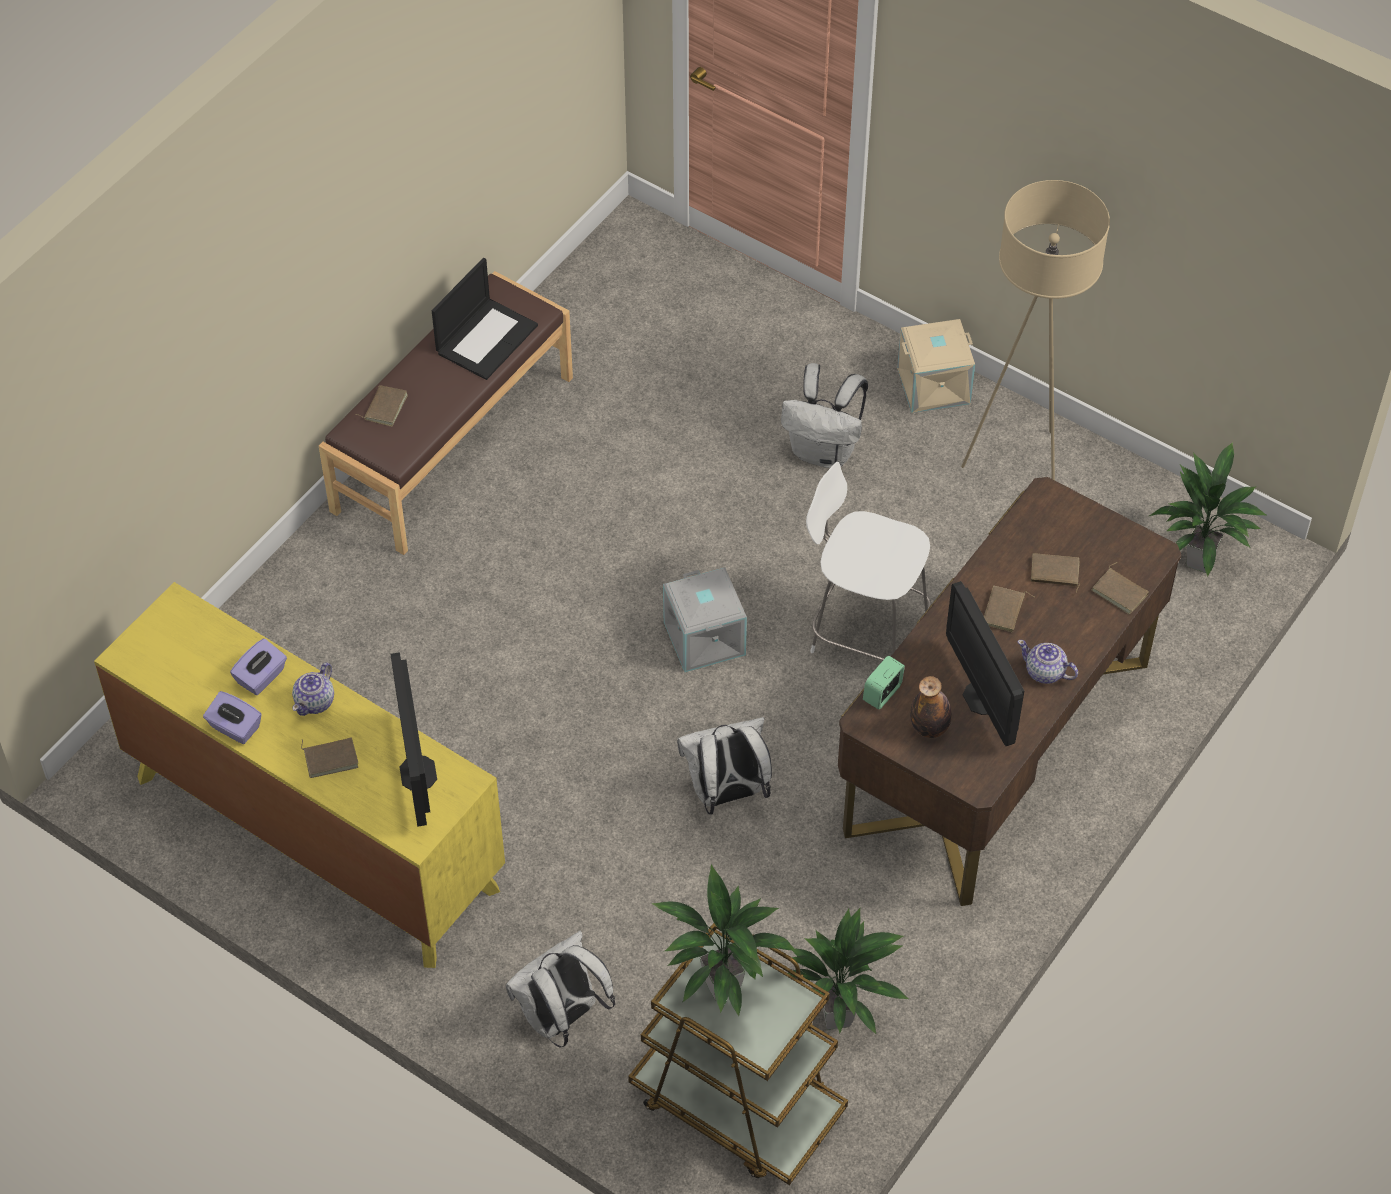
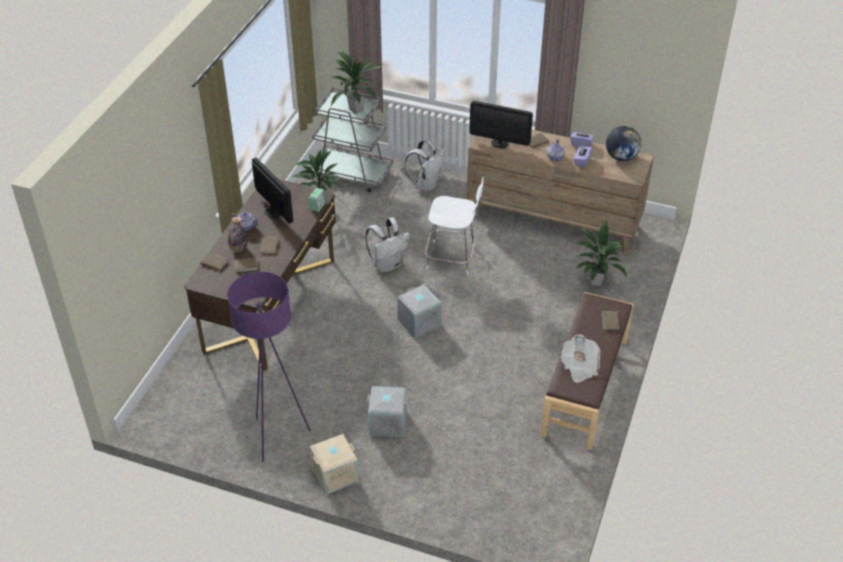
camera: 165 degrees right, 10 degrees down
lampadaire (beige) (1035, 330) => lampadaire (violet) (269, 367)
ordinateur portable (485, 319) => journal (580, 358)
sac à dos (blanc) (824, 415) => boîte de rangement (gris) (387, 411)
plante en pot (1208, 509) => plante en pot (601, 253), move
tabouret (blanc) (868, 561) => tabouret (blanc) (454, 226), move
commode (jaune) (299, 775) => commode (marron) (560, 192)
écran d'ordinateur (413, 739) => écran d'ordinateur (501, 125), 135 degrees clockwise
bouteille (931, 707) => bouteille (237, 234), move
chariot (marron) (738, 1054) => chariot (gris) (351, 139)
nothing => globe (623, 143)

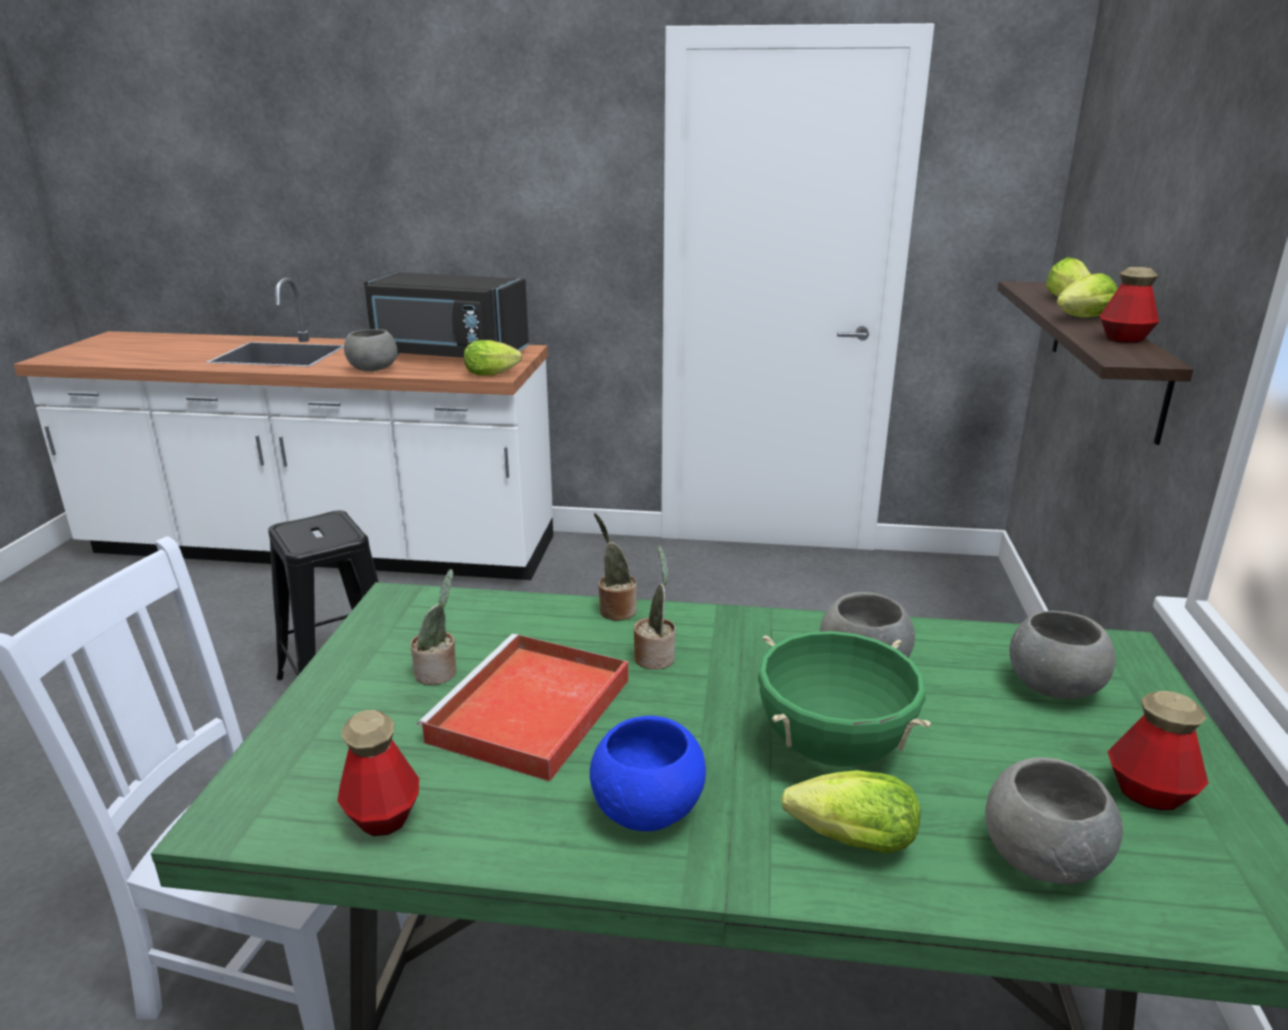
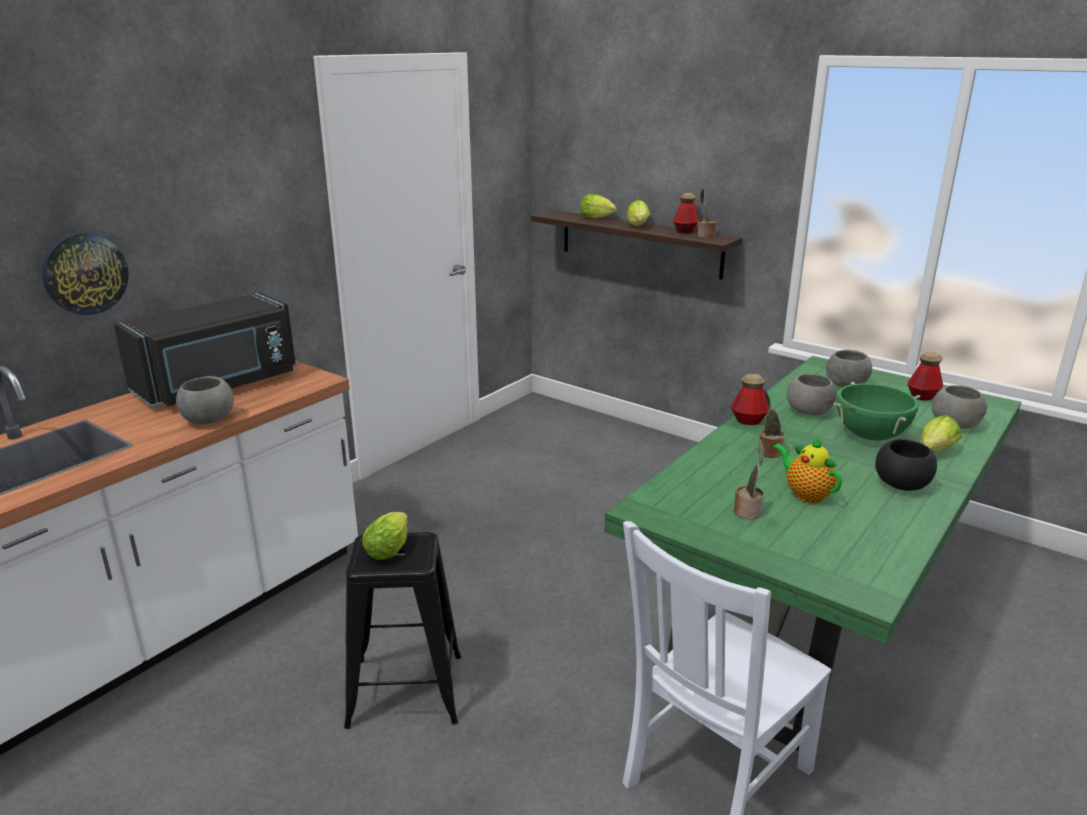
camera: 60 degrees left, 0 degrees up
laitue (493, 358) => laitue (385, 536), move
plante en pot (615, 567) => plante en pot (707, 213), move
plateau (rouge) (522, 707) => théière (807, 469)
bouteille (378, 773) => bouteille (750, 399), move
bol (bleu) (648, 773) => bol (noir) (906, 465)
nothing => horloge murale (85, 274)

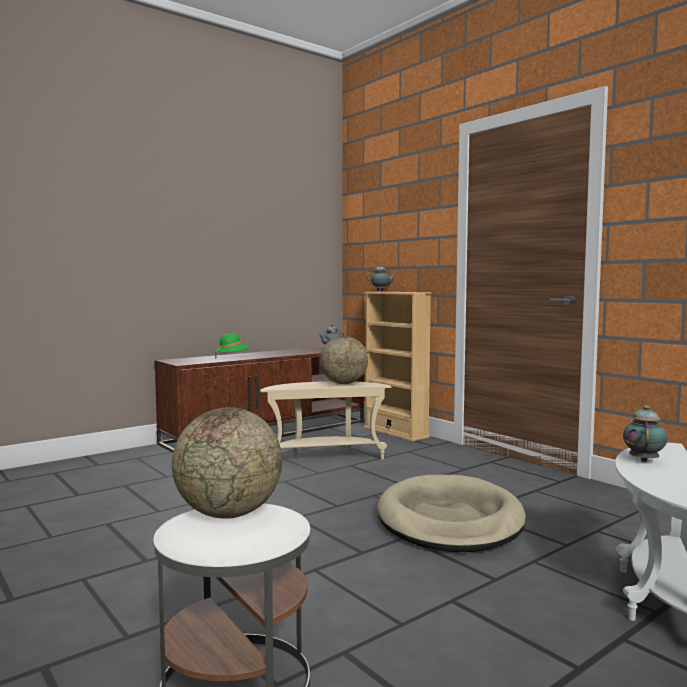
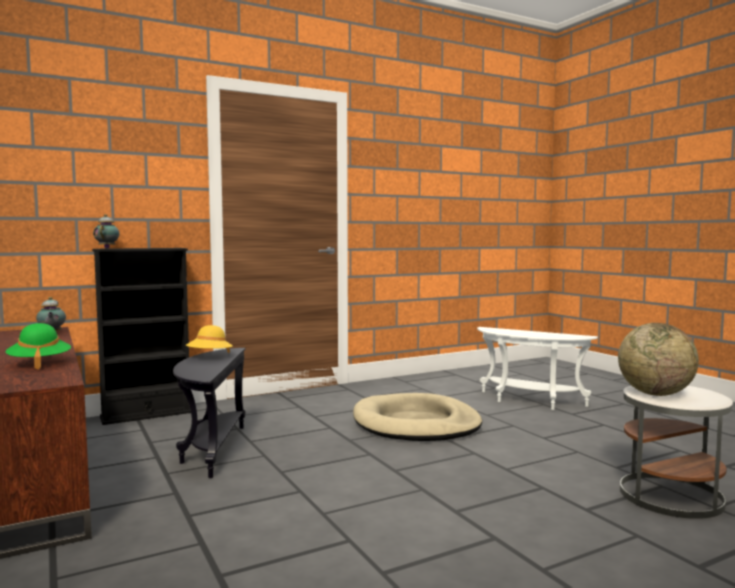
camera: 80 degrees left, 0 degrees up
bibliothèque (beige) (398, 367) => bibliothèque (noir) (141, 336)
globe (344, 360) => chapeau (jaune) (209, 339)
table d'appoint (beige) (326, 420) => table d'appoint (noir) (209, 413)
théière (645, 433) => nothing

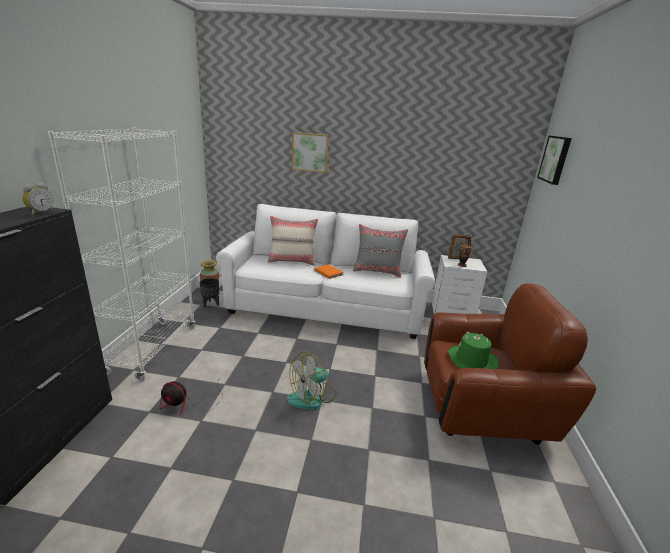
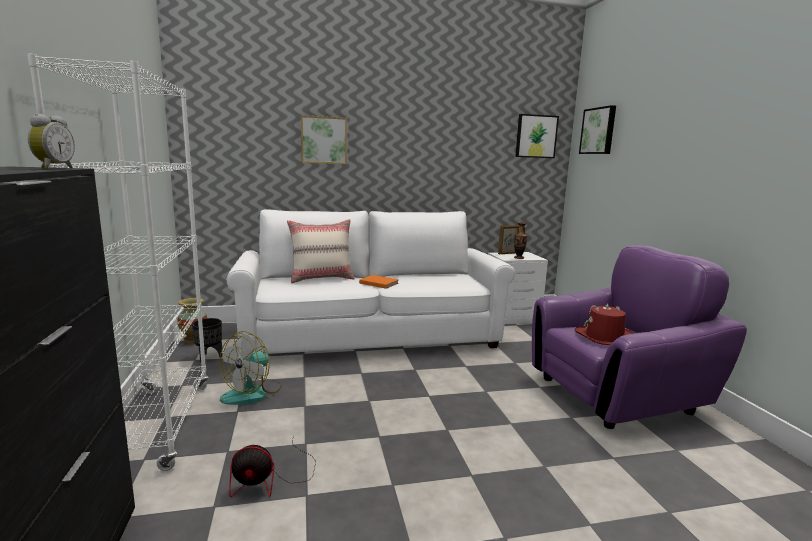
camera: 20 degrees left, 10 degrees down
coussin (gris) (380, 250) => nothing
fauteuil (marron) (510, 364) => fauteuil (violet) (639, 337)
chapeau (vert) (473, 350) => chapeau (rouge) (604, 324)
ventilateur (311, 381) => ventilateur (251, 368), move
nothing => tableau (537, 136)

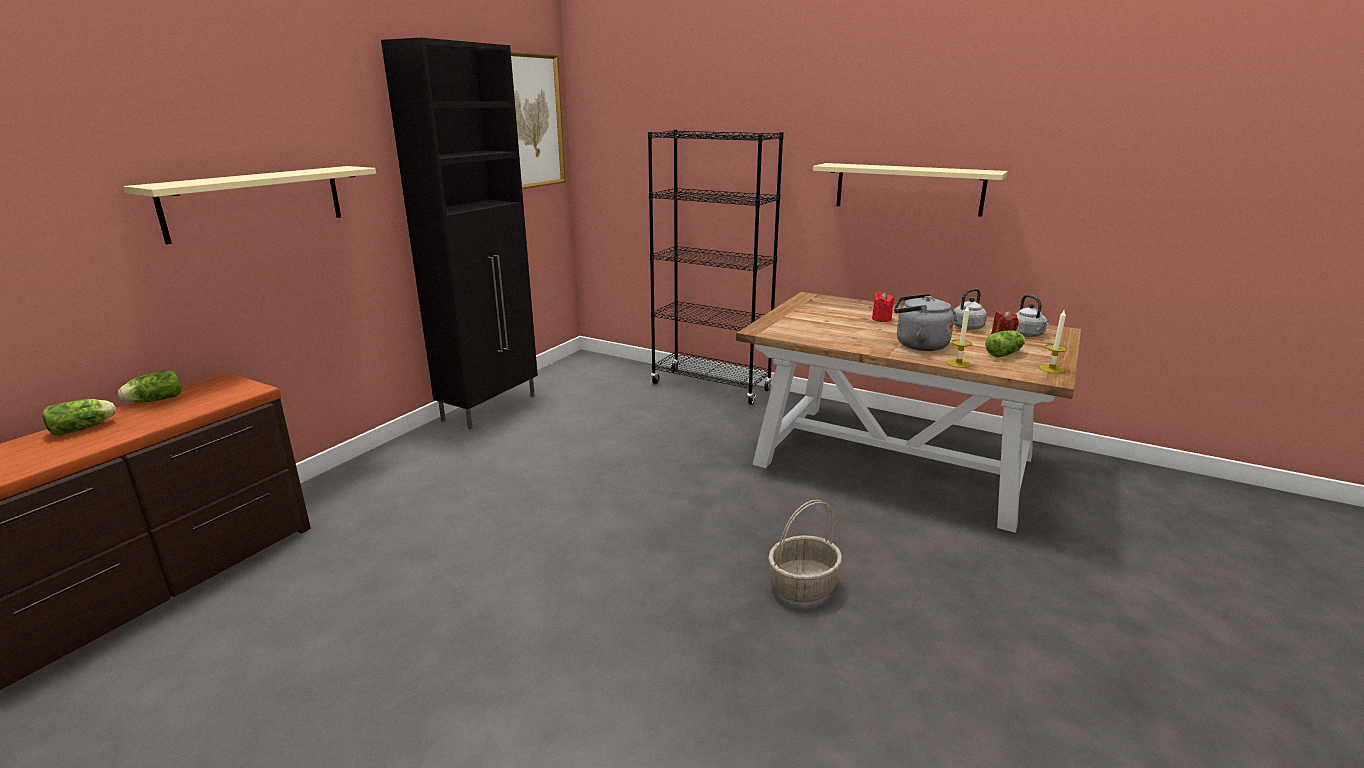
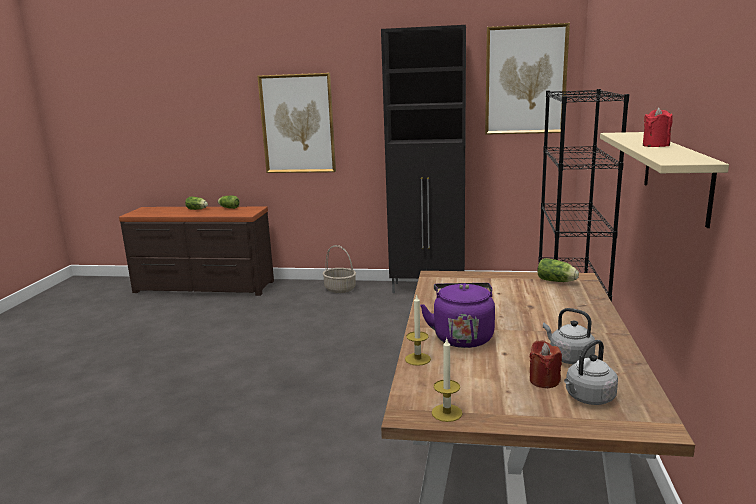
camera: 70 degrees right, 5 degrees down
étagère (beige) (250, 205) => tableau (296, 123)
bougie (rouge) (883, 307) => bougie (rouge) (658, 127), move
bouilloire (gris) (924, 322) => bouilloire (violet) (457, 315)
laitue (1005, 343) => laitue (558, 270), move
panier (805, 551) => panier (339, 269), move

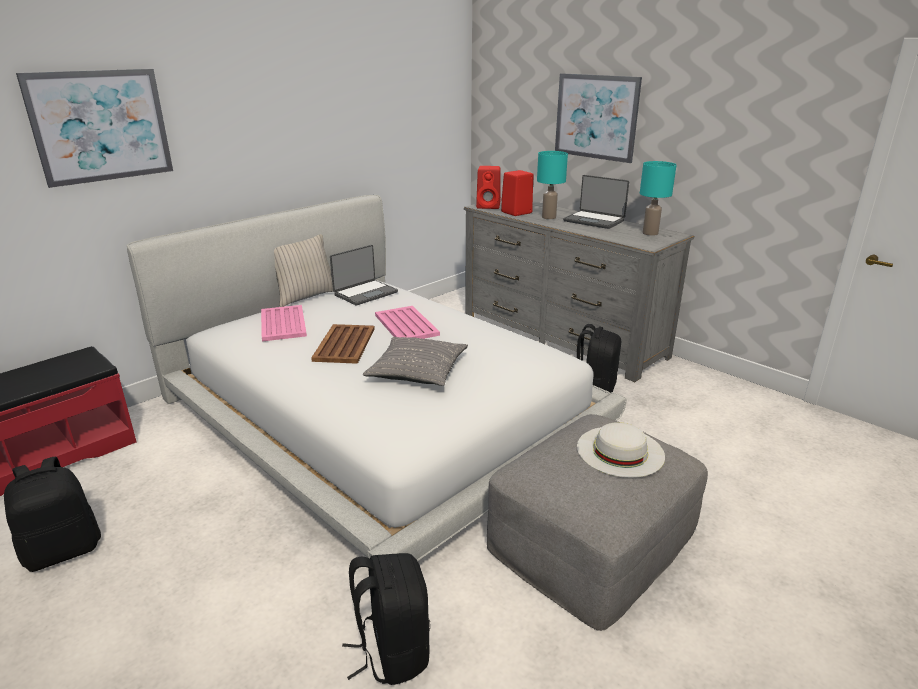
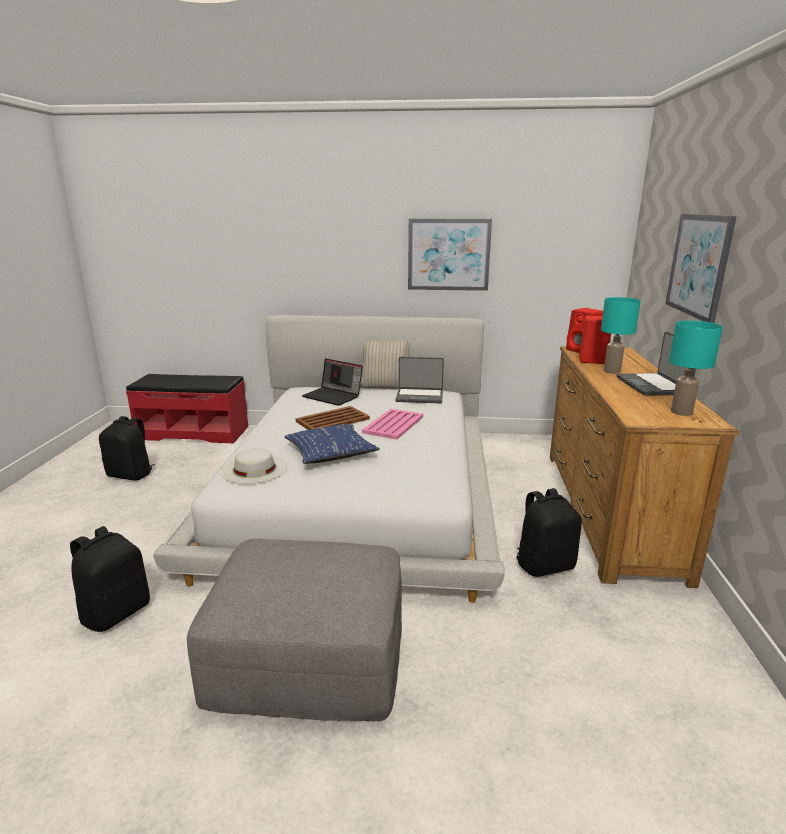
camera: 50 degrees right, 5 degrees down
tableau (94, 128) => tableau (450, 255), move
commode (gris) (579, 290) => commode (marron) (644, 467)
plateau (rose) (284, 323) => ordinateur portable (332, 382)
coussin (gris) (415, 361) => coussin (bleu) (332, 444)
chapeau (blanc) (621, 450) => chapeau (blanc) (254, 466), move

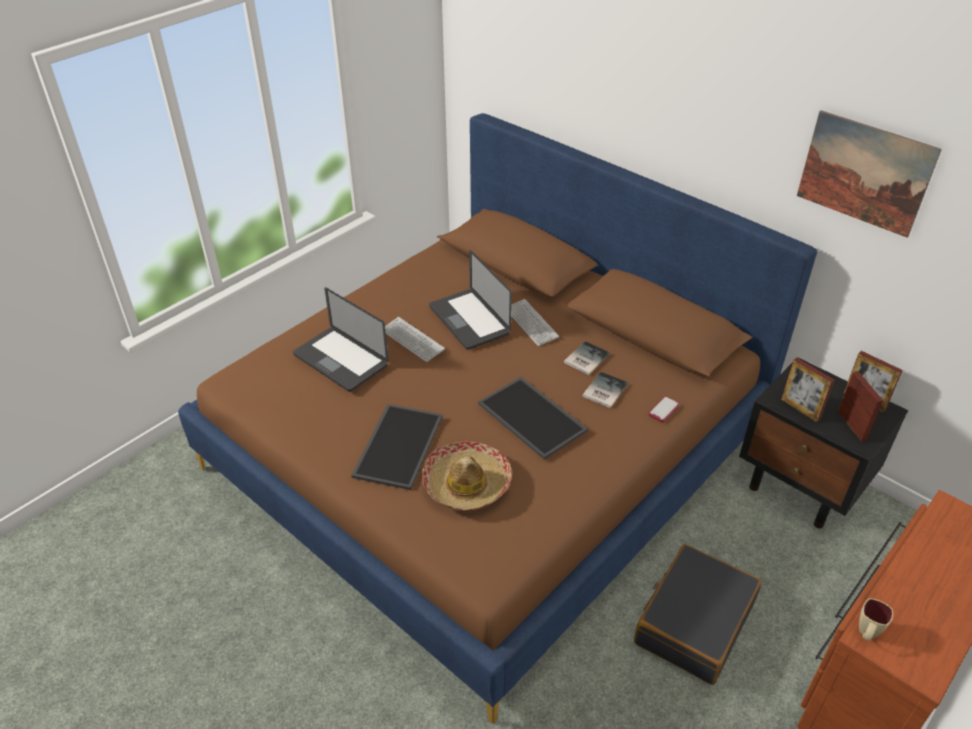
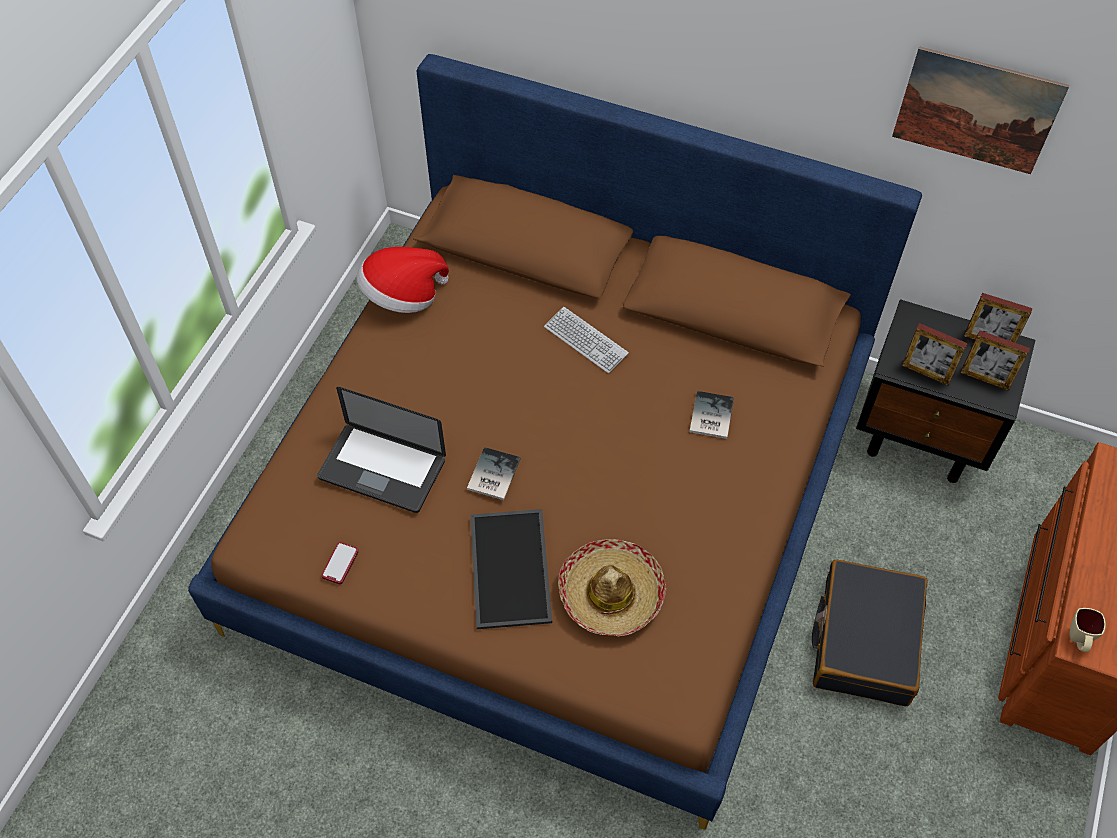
camera: 20 degrees left, 15 degrees up
ordinateur portable (470, 300) => nothing
clavier (415, 339) => nothing
livre (587, 358) => livre (494, 473), move
cadre photo (860, 406) => cadre photo (995, 360), 150 degrees clockwise
plateau (533, 418) => nothing
téléphone (663, 409) => téléphone (340, 563), move
nothing => chapeau (403, 280)

